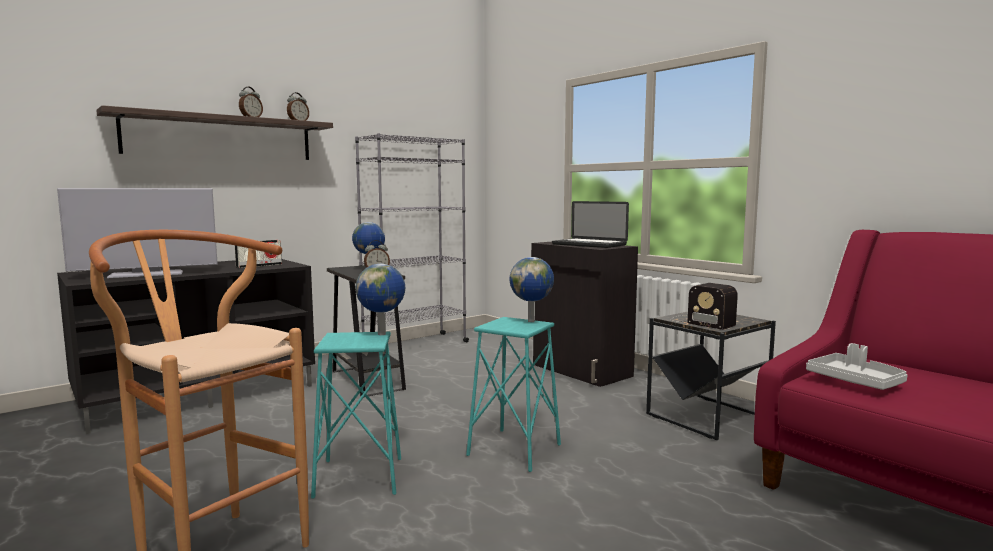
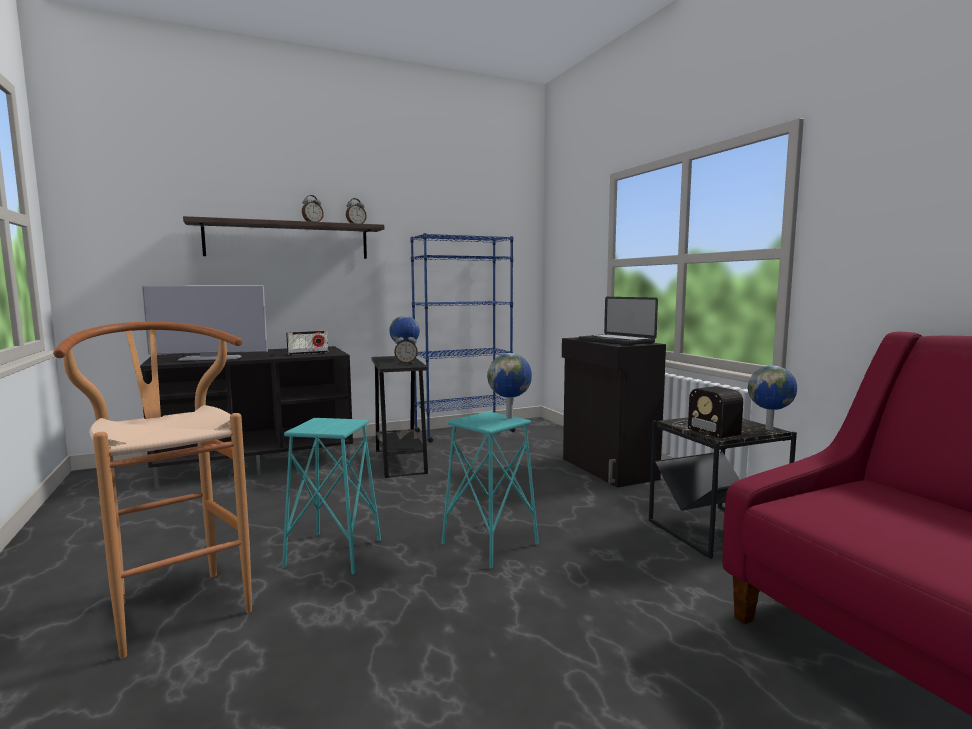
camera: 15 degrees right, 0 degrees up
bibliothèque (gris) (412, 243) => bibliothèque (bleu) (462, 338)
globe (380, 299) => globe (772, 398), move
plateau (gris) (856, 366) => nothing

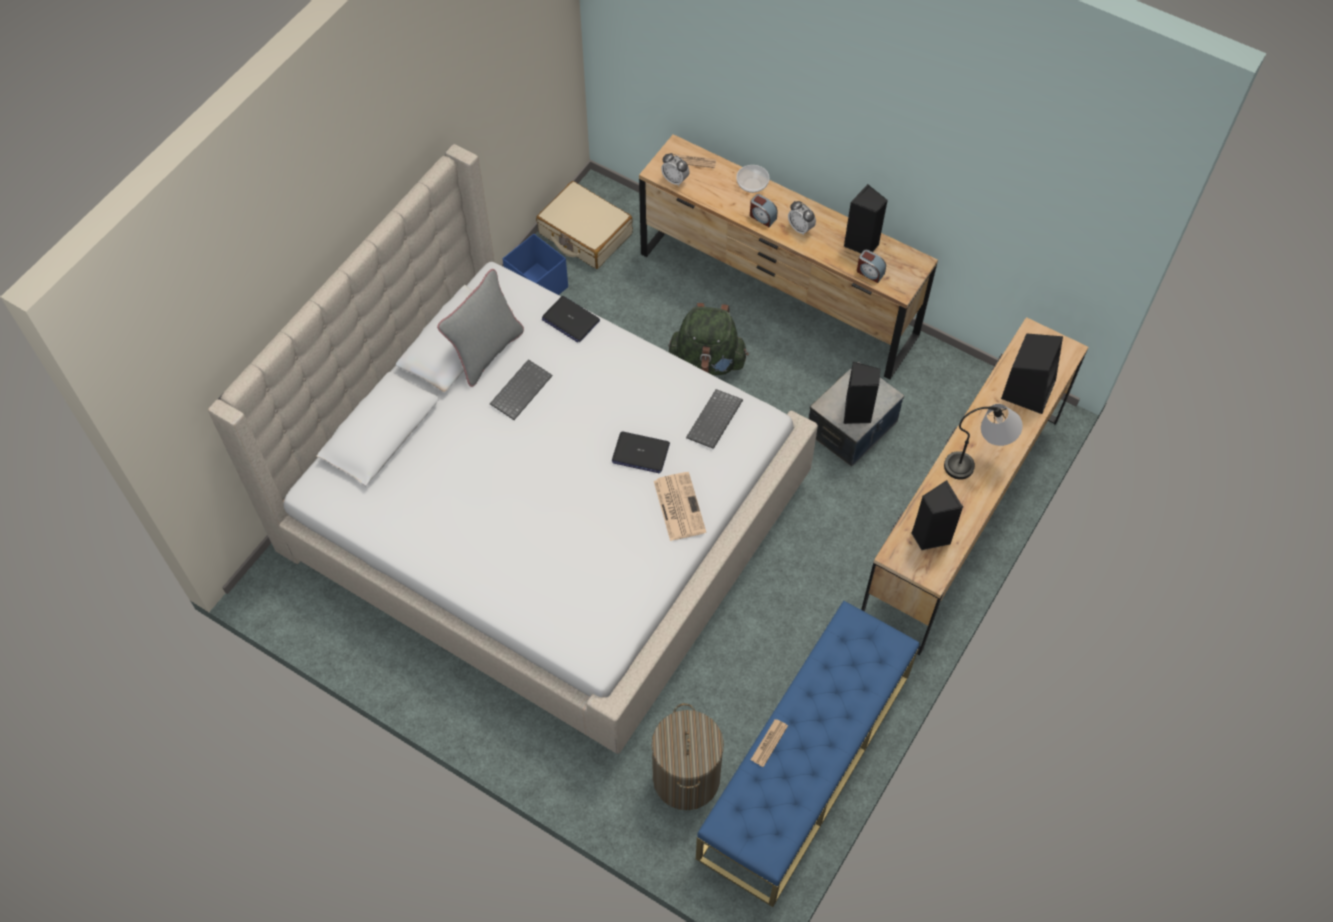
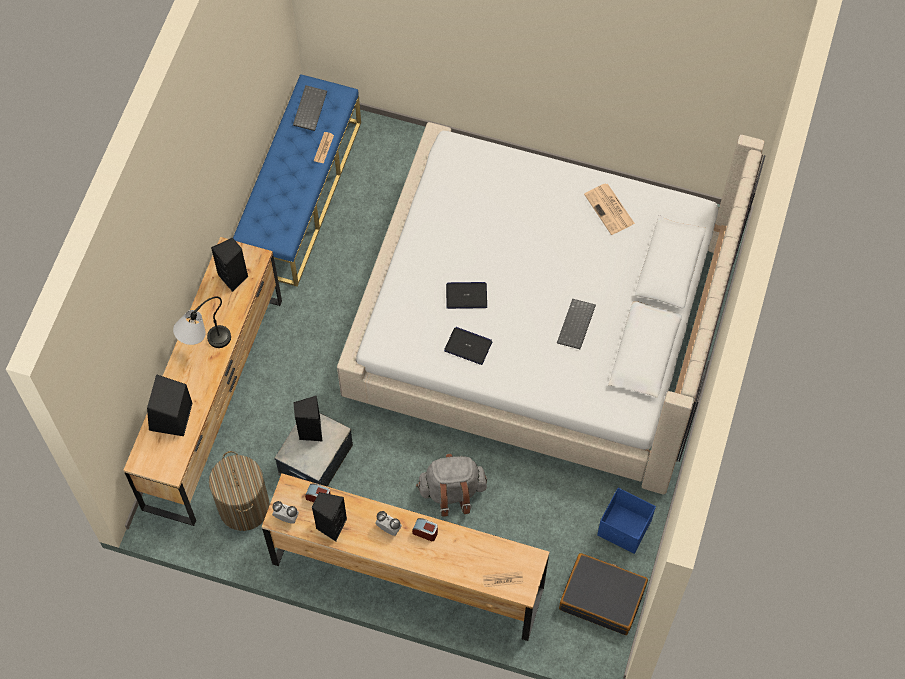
camera: 165 degrees right, 5 degrees up
réveil (675, 169) => réveil (285, 512), move
bol (752, 179) => nothing
valise (beige) (584, 225) => valise (noir) (603, 594)
coussin (gris) (480, 328) => nothing
ordinateur portable (571, 319) => ordinateur portable (468, 346), move
sac à dos (vert) (709, 339) => sac à dos (gris) (451, 485)
clavier (714, 419) => clavier (310, 108), move
journal (680, 506) => journal (609, 209), move
panier à linge (688, 756) => panier à linge (239, 491), move

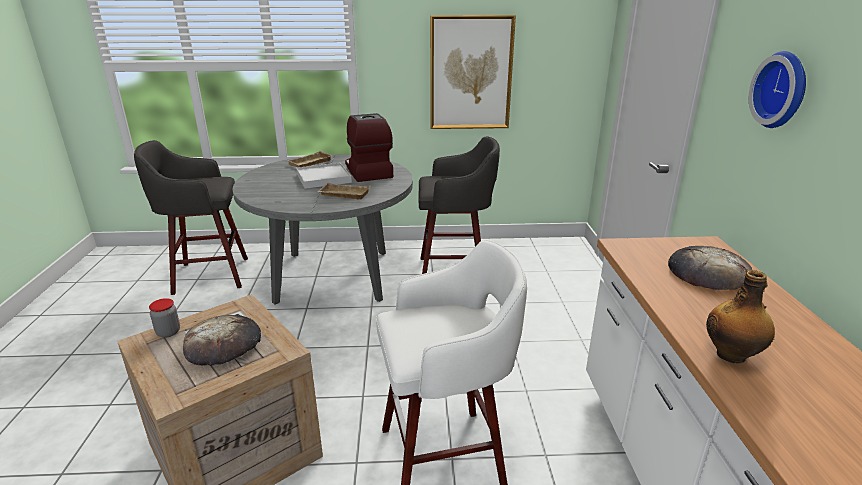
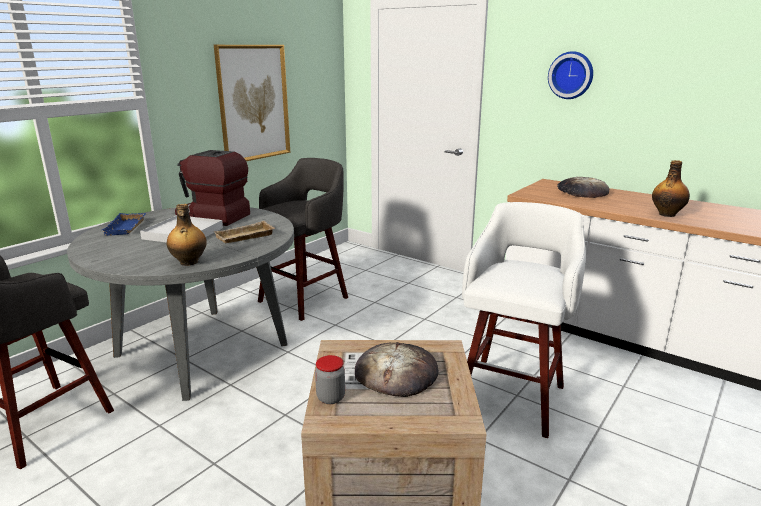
camera: 50 degrees left, 5 degrees down
plateau (beige) (310, 159) => plateau (bleu) (124, 224)
nothing => bouteille (187, 235)

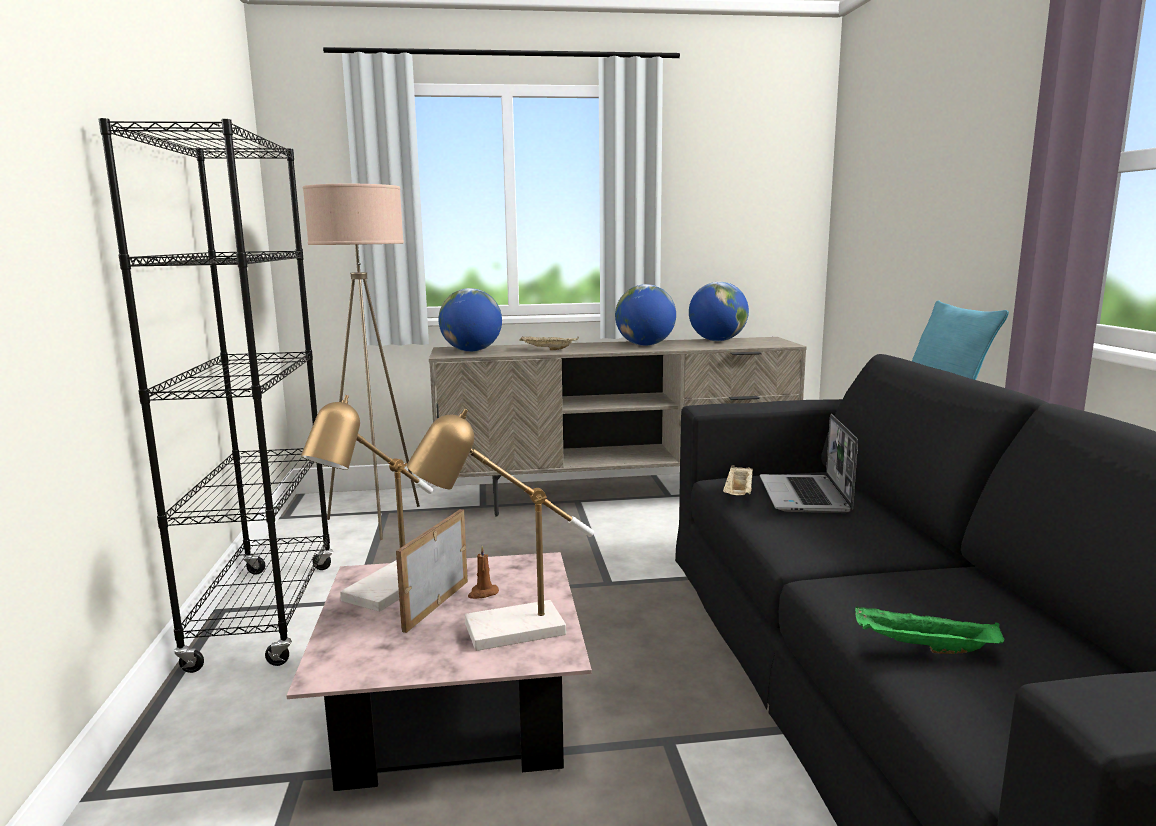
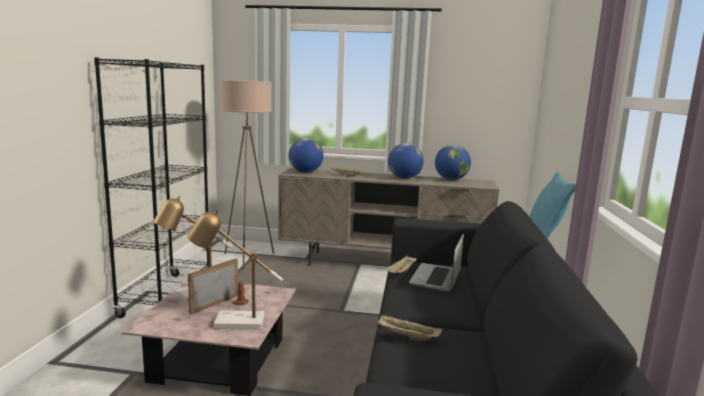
camera: 15 degrees right, 0 degrees up
plateau (vert) (930, 630) => nothing
nothing => plateau (beige) (410, 328)

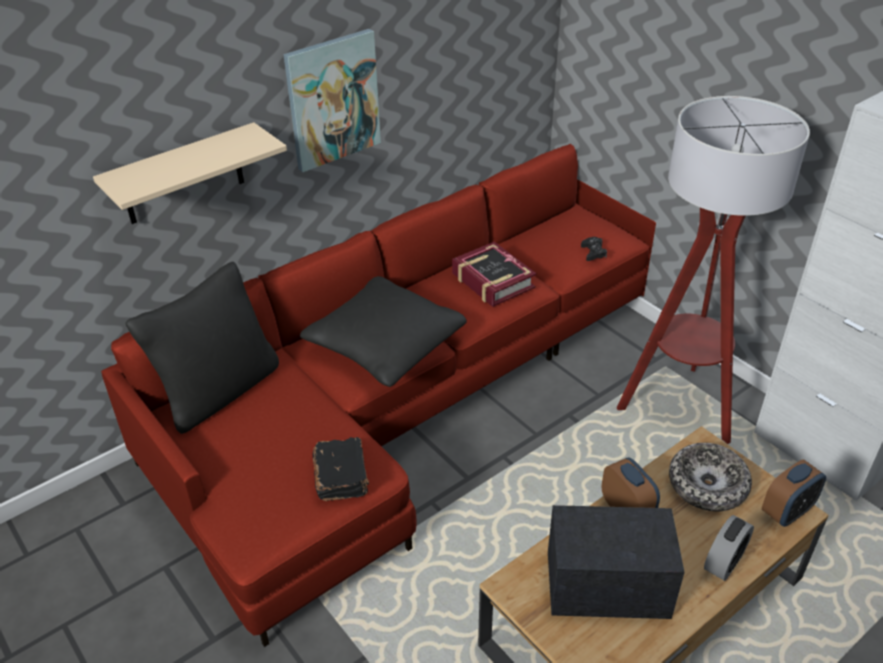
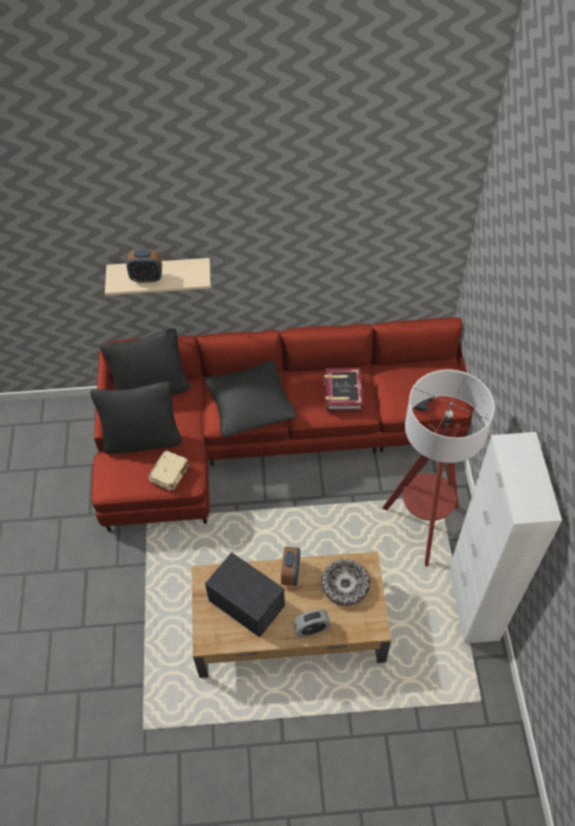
camera: 35 degrees right, 15 degrees up
tableau (332, 100) => nothing
livre (noir) (341, 469) => livre (beige) (169, 470)
réveil (794, 493) => réveil (144, 266), move
nothing => coussin (noir) (136, 417)

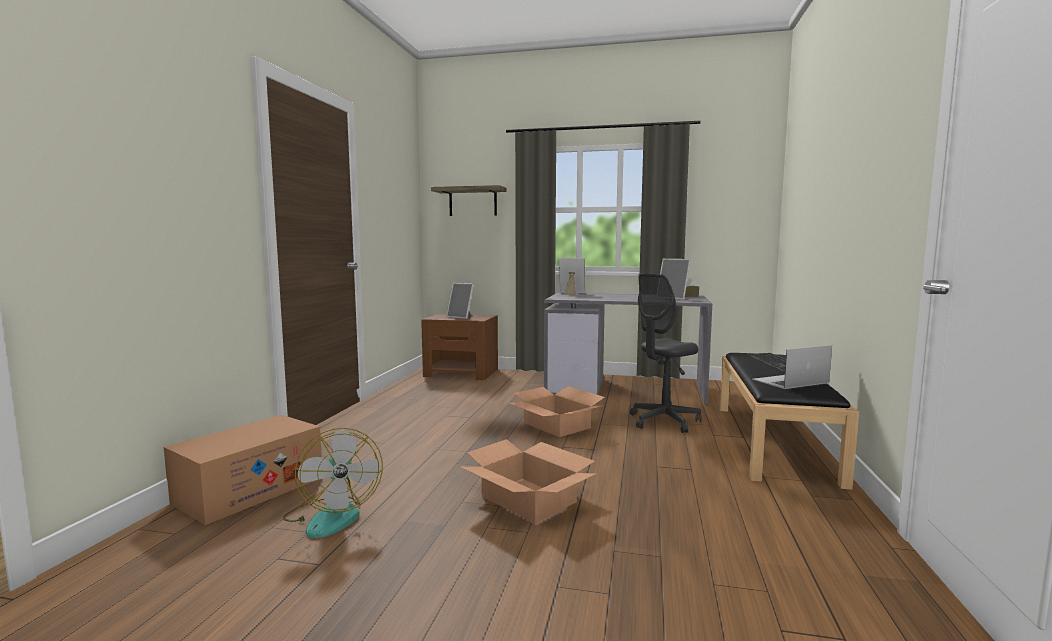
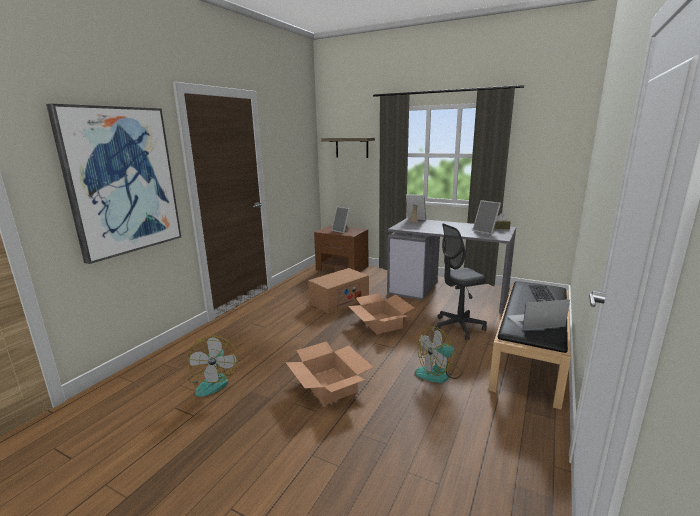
camera: 15 degrees right, 10 degrees up
carton (243, 470) => carton (338, 291), move
nothing => tableau (113, 184)
nothing => ventilateur (439, 355)

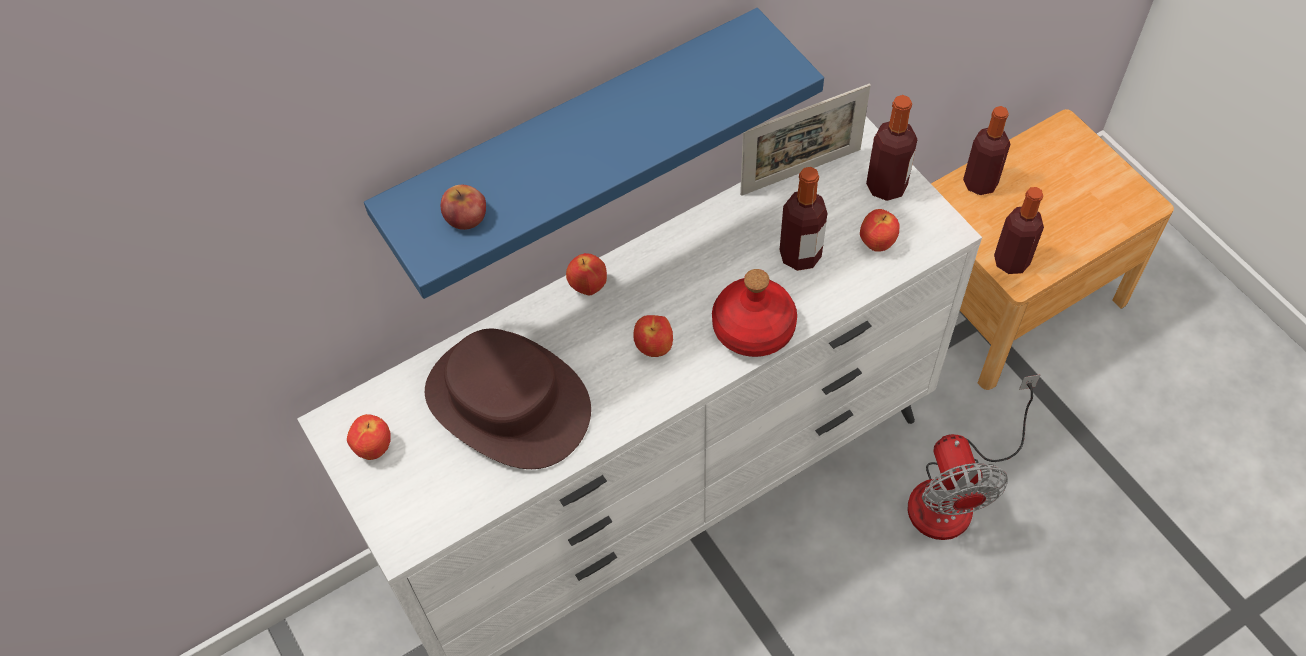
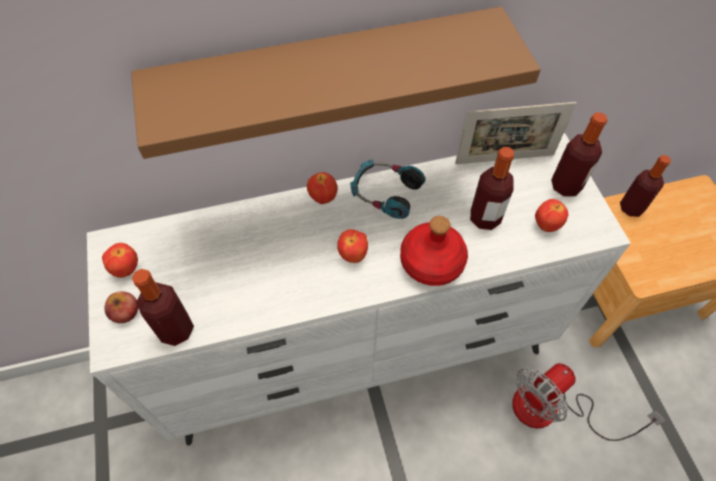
camera: 15 degrees right, 0 degrees up
étagère (bleu) (594, 153) => étagère (marron) (336, 82)
pomme (463, 207) => pomme (121, 307), move
bouteille (1019, 230) => bouteille (163, 307), move
chapeau (marron) (508, 398) => nothing
ventilateur (974, 457) => ventilateur (589, 402), 45 degrees clockwise
nothing => casque audio (388, 189)

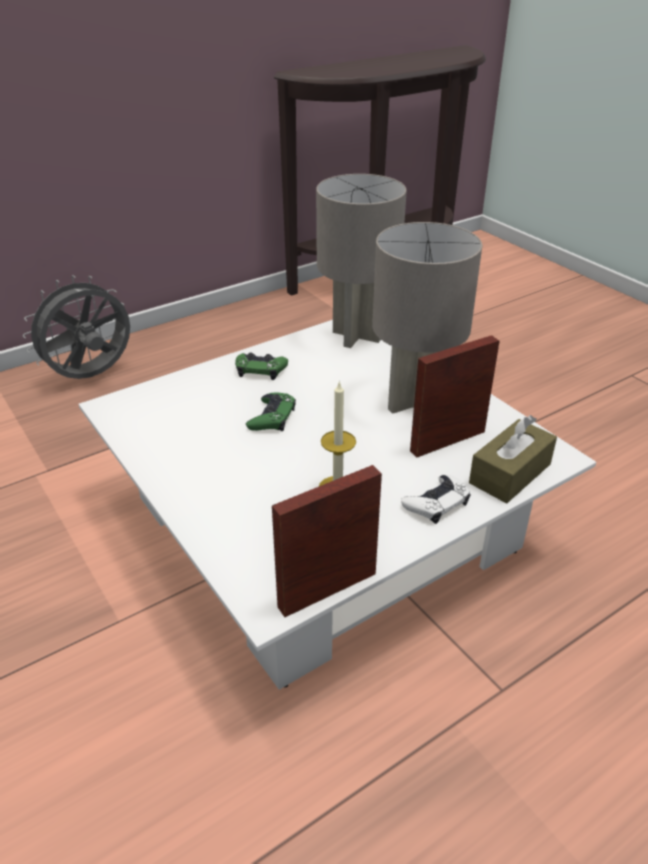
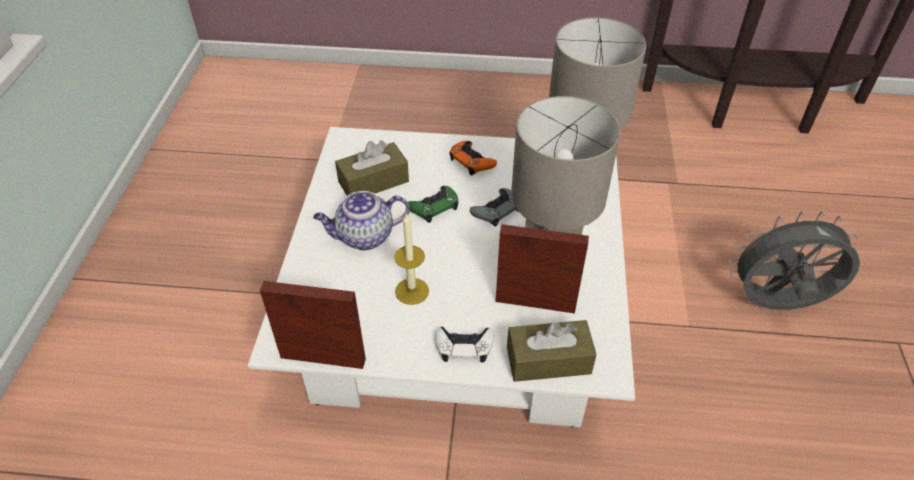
camera: 40 degrees right, 10 degrees up
ventilateur (gris) (76, 327) => ventilateur (gris) (794, 260), move
manette (vert) (261, 366) => manette (orange) (473, 158)
nothing => boîte à mouchoirs (marron) (372, 168)
nothing => manette (gris) (494, 207)
nothing => théière (361, 220)

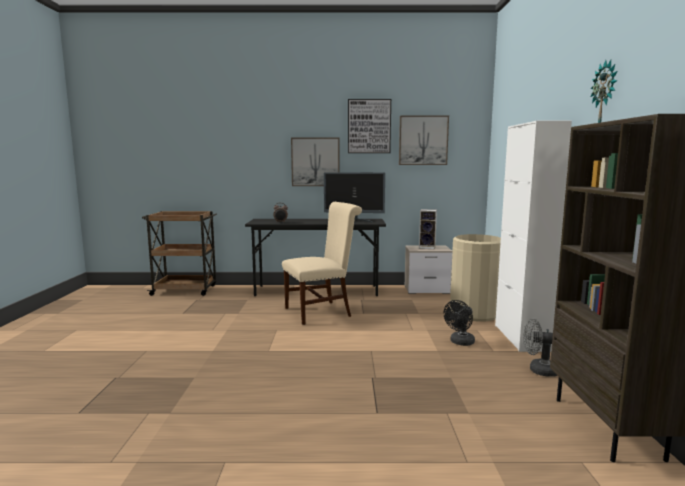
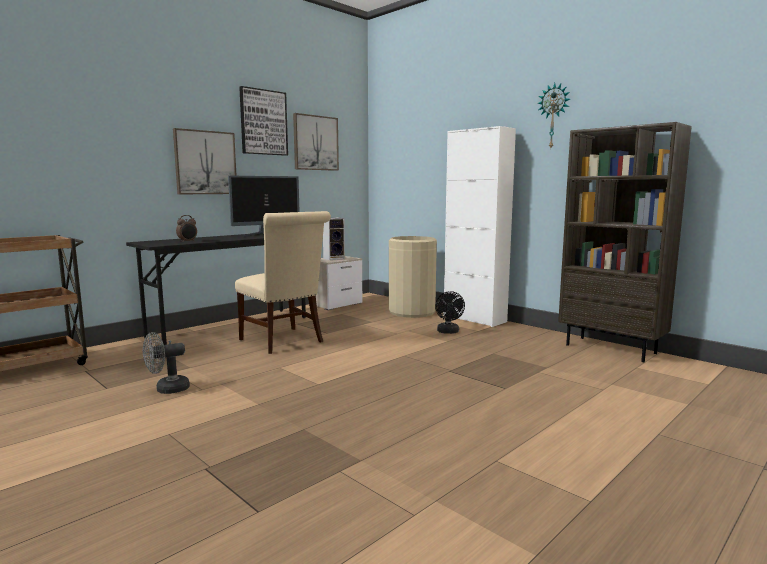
camera: 45 degrees left, 0 degrees up
chaise (beige) (322, 263) => chaise (beige) (283, 282), 120 degrees clockwise
ventilateur (gris) (540, 348) => ventilateur (gris) (166, 363), move

